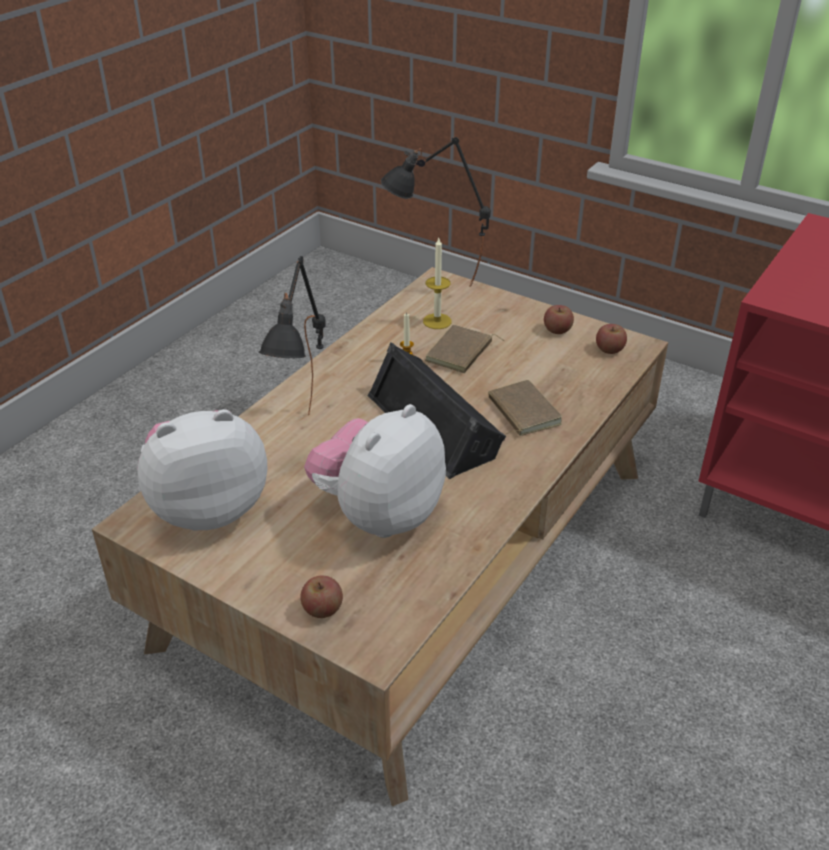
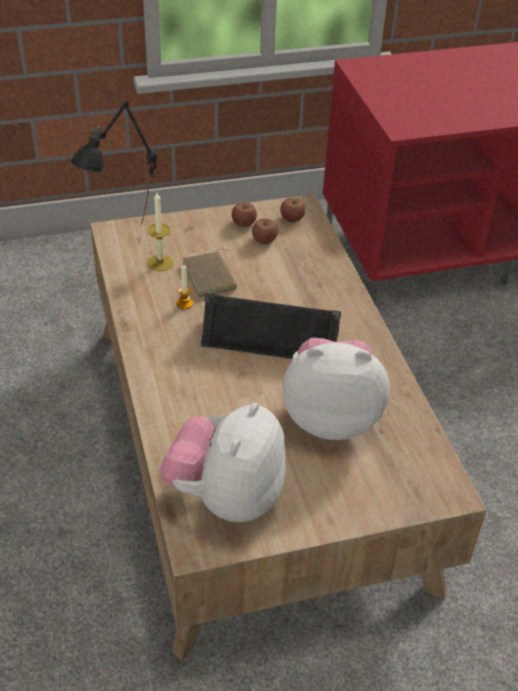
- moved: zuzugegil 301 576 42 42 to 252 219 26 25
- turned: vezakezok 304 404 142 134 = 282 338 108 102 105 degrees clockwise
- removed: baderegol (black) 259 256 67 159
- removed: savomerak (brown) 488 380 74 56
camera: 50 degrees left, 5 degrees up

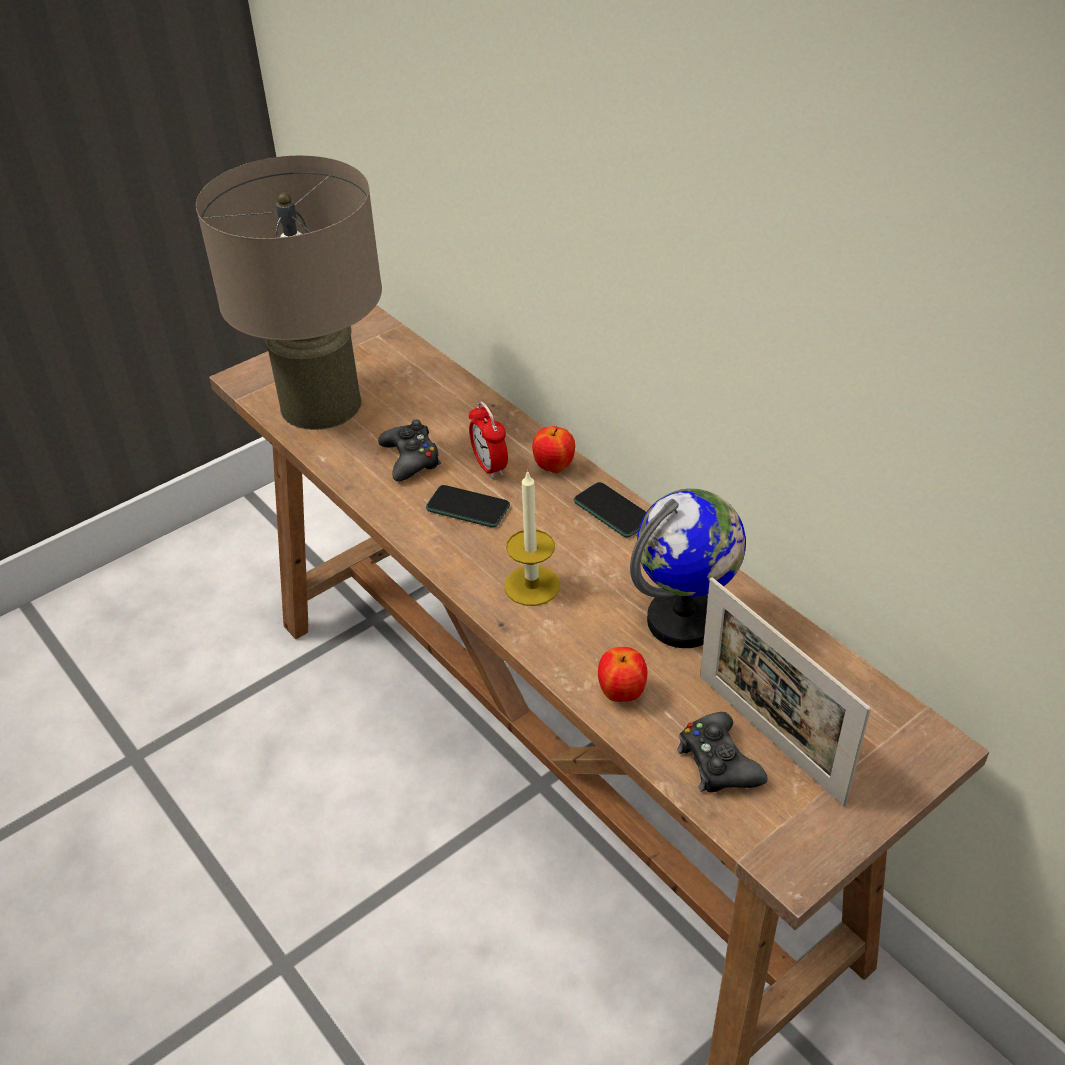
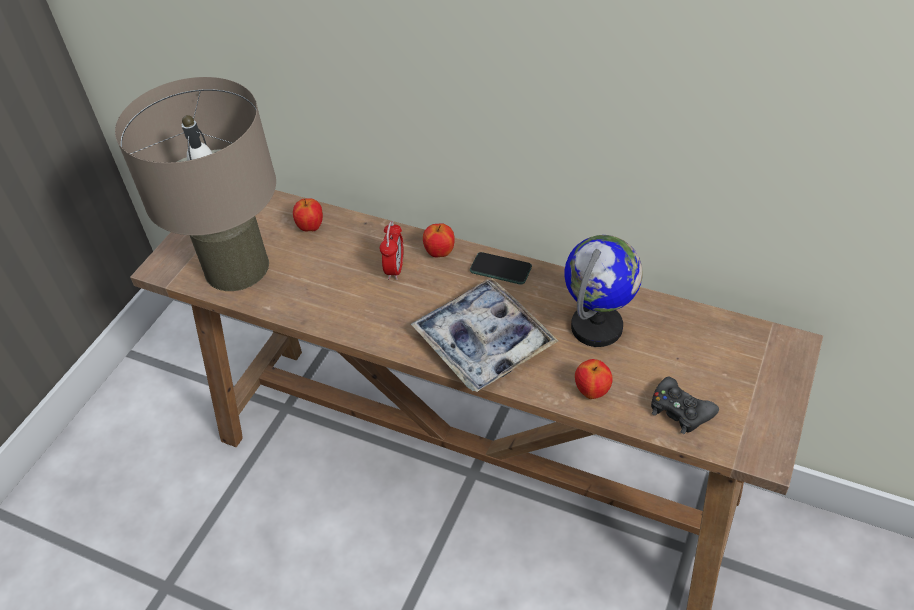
- added: zuzugegil 293 198 30 34
- turned: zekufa 469 401 39 78 = 380 221 23 59 120 degrees counterclockwise
- replaced: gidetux 504 470 56 136 to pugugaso 411 278 147 114
- removed: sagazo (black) 378 420 63 61
- removed: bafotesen 426 485 84 42
- removed: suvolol 700 577 171 229
camera: 25 degrees left, 5 degrees up

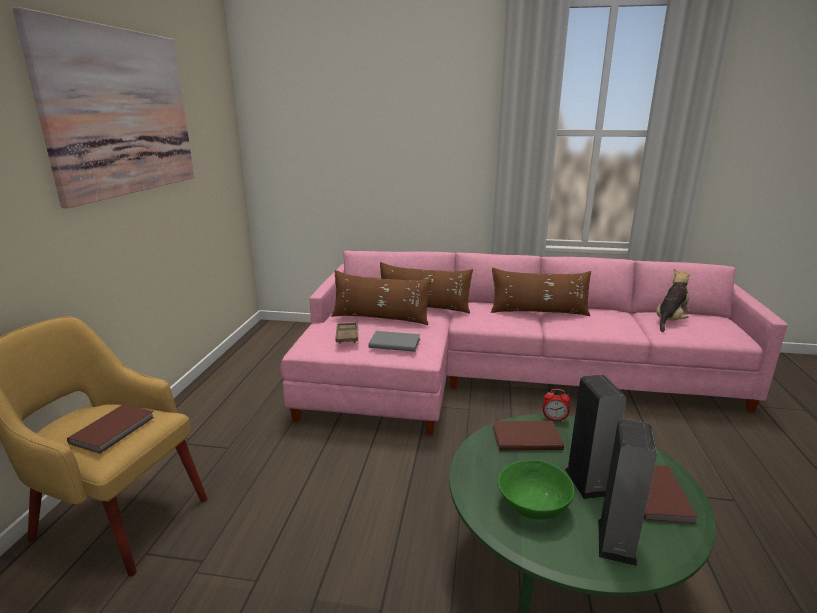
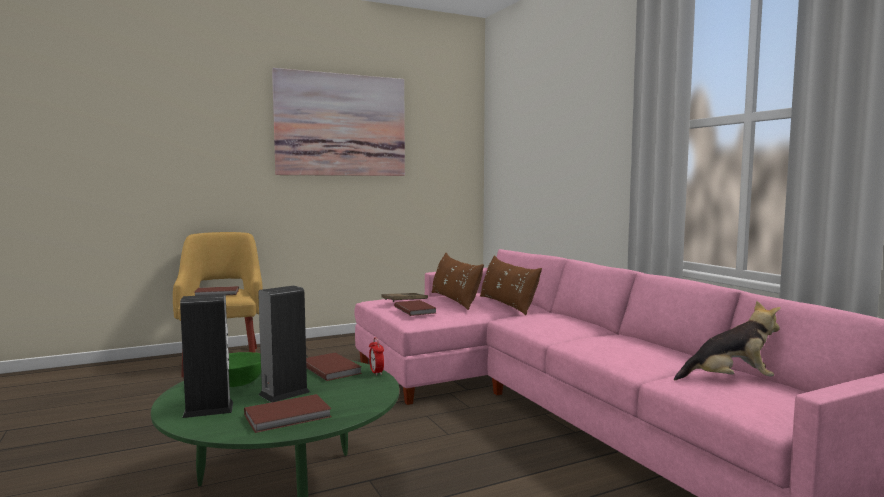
- recoloured: savomerak (grey) 368 331 52 21 to savomerak (brown) 394 300 42 16
- removed: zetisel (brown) 491 267 100 49
camera: 55 degrees right, 15 degrees down

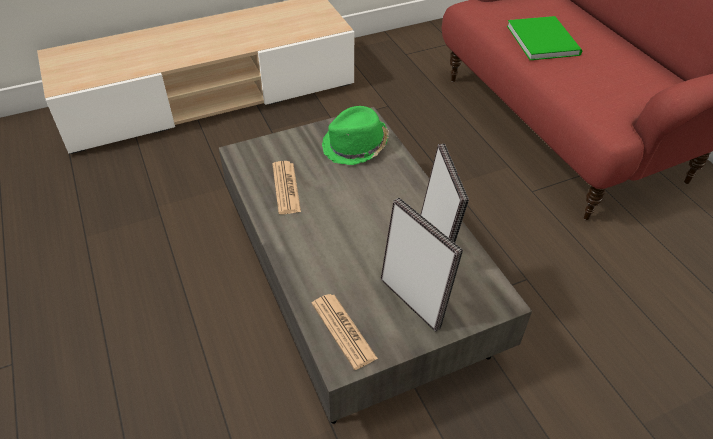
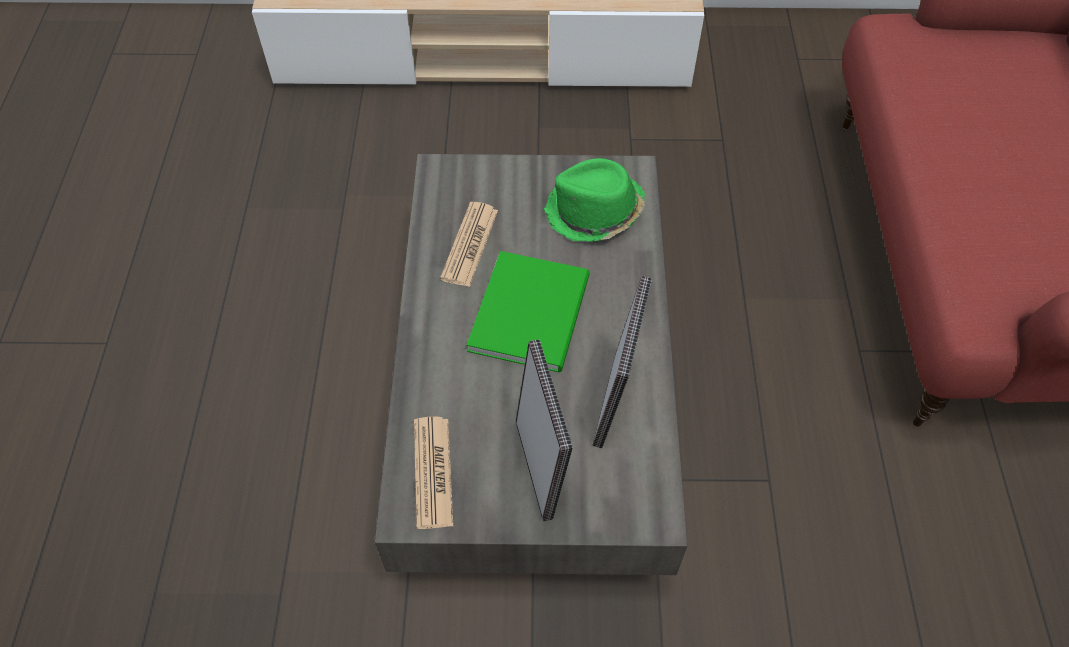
- moved: savomerak (green) 507 16 75 44 to 467 251 123 121
camera: 25 degrees right, 10 degrees up

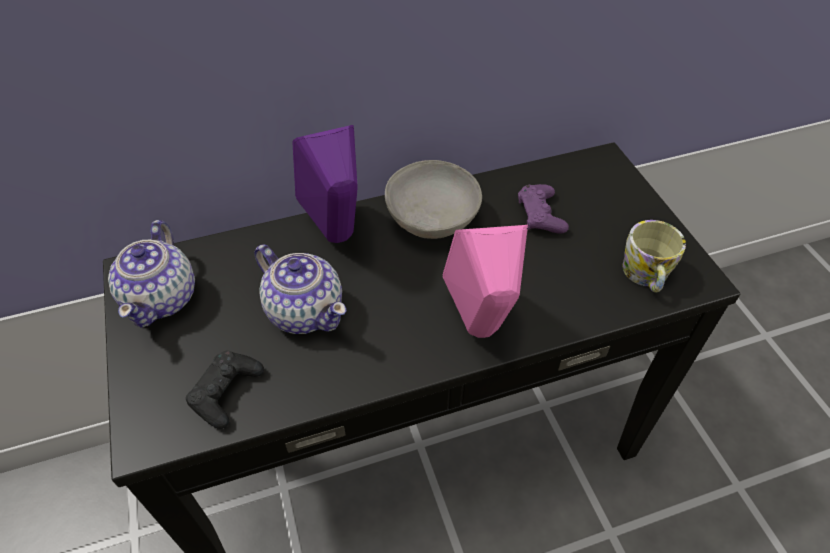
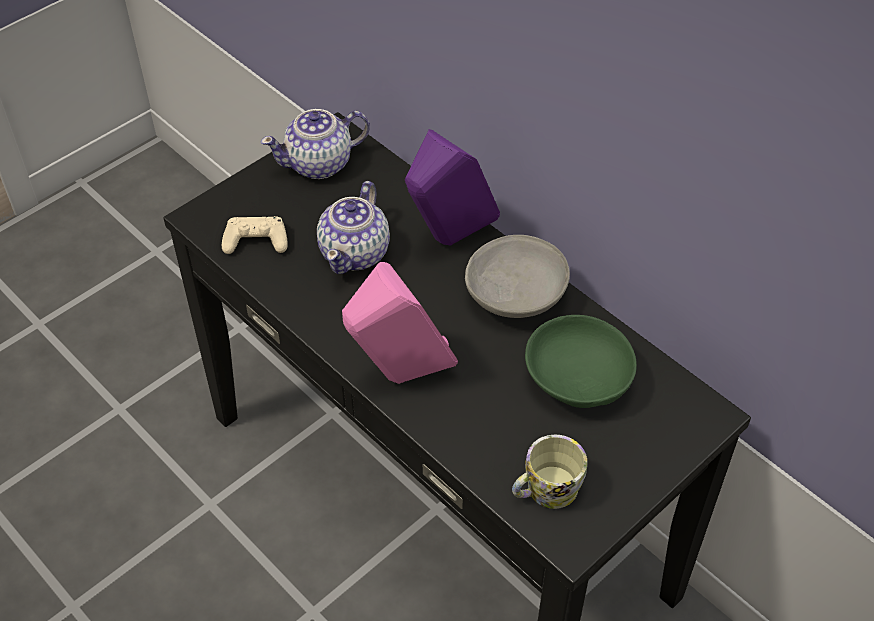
- recoloured: sagazo (black) 186 351 78 78 to sagazo (beige) 222 216 66 38
- replaced: sagazo (purple) 518 184 51 50 to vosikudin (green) 525 315 112 93
camera: 65 degrees right, 0 degrees up

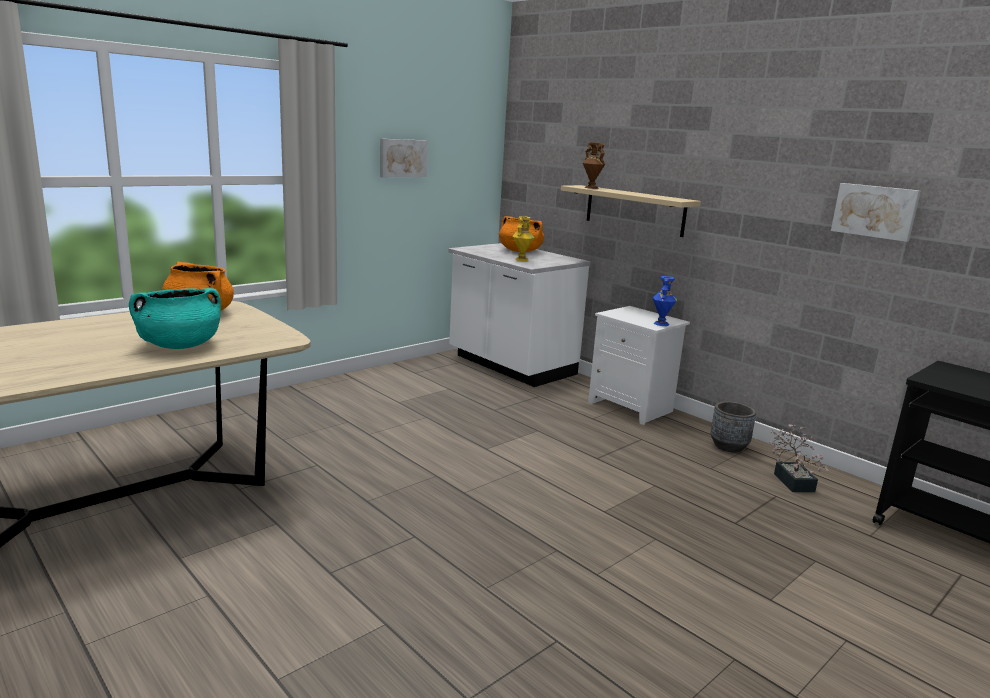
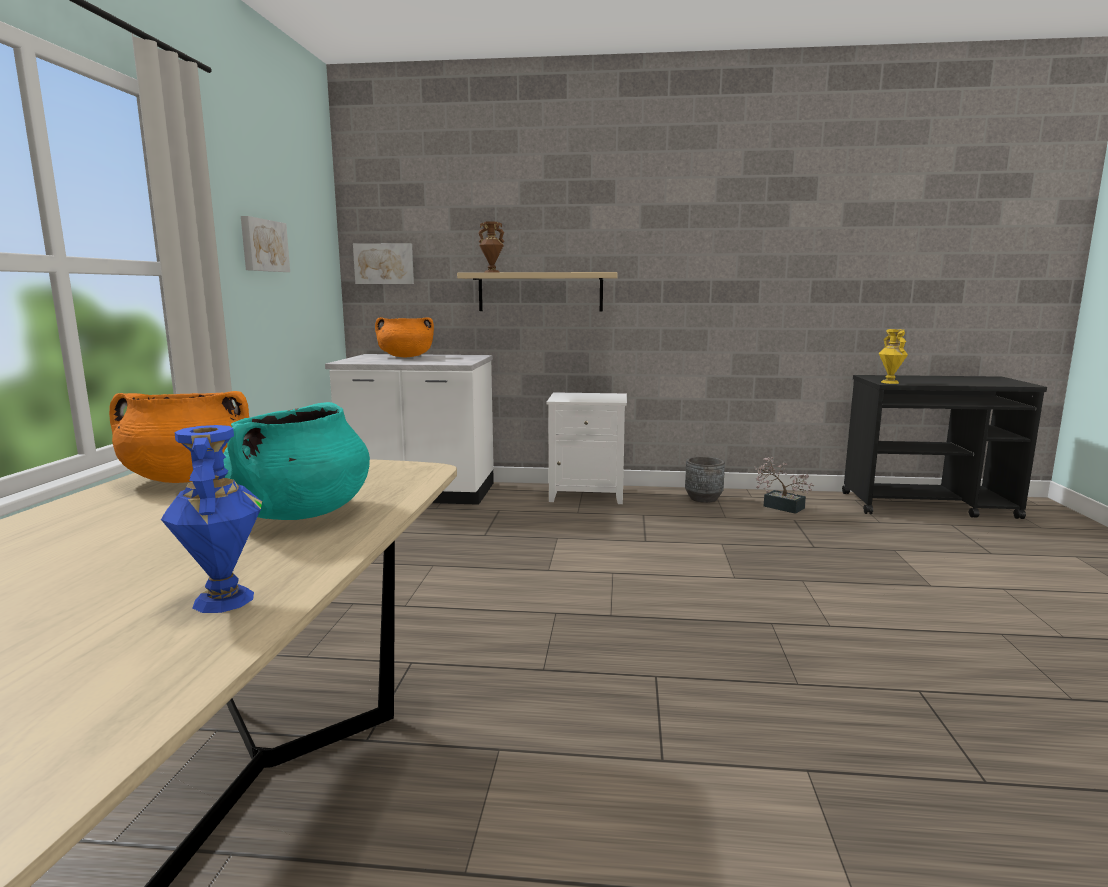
- moved: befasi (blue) 652 276 25 50 to 161 425 101 188
- moved: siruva 831 183 90 59 to 353 243 61 41
- moved: befasi (yellow) 513 216 21 45 to 879 329 29 55
camera: 40 degrees left, 5 degrees down

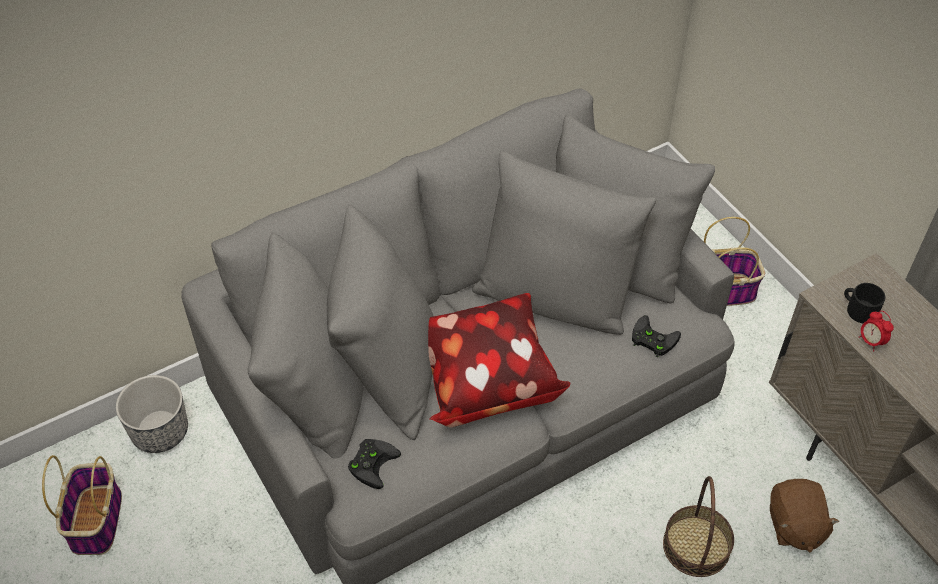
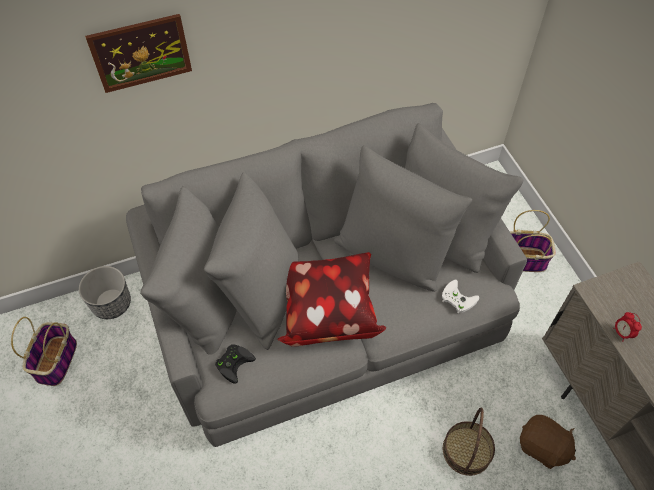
- added: siruva 85 14 107 79
- recoloured: sagazo (black) 632 315 49 42 to sagazo (white) 442 280 37 34
- turned: vezakezok (brown) 770 479 70 73 = 520 415 56 54 60 degrees counterclockwise
- removed: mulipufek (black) 844 283 42 40
camera: 10 degrees right, 5 degrees up

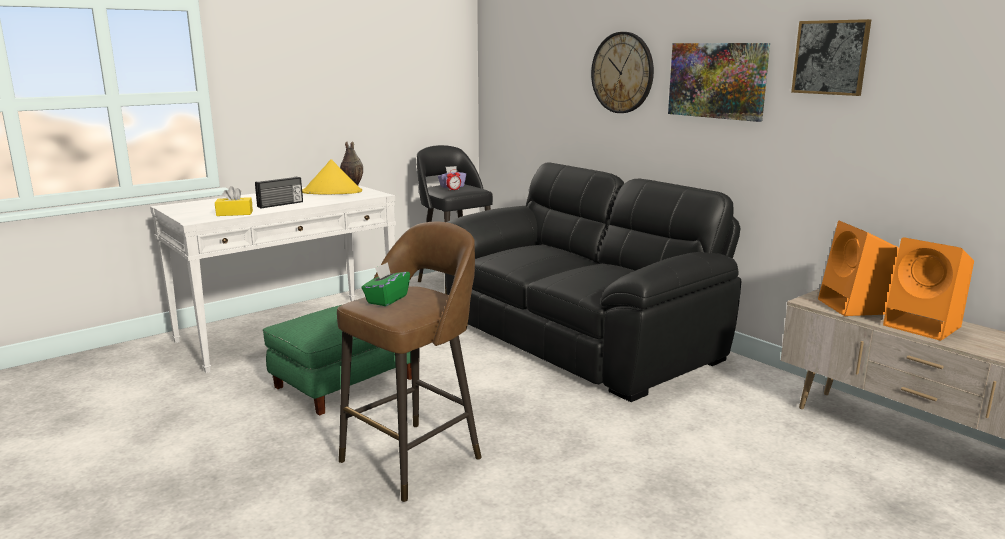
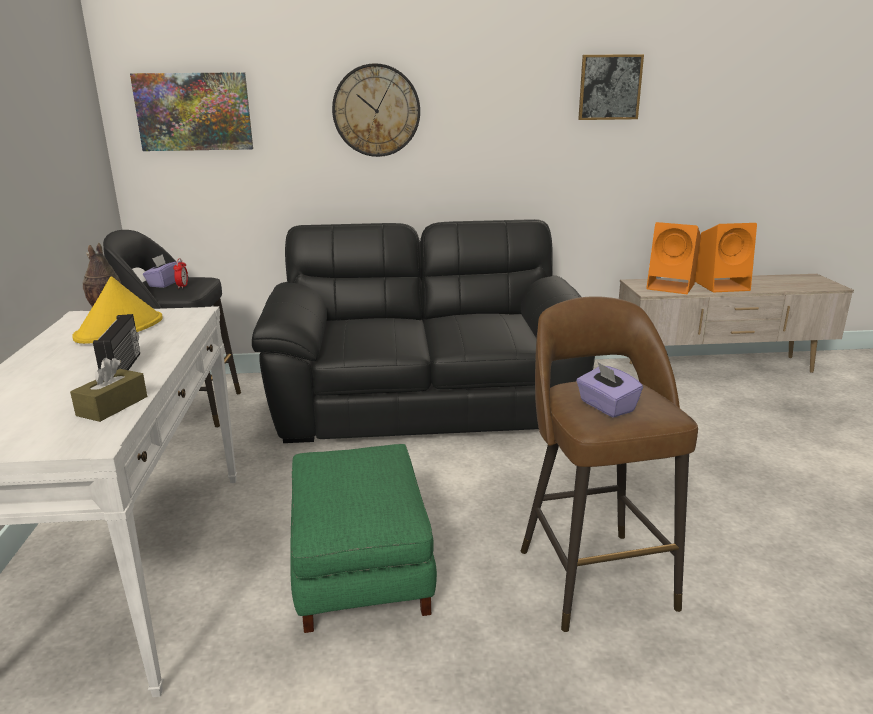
- recoloured: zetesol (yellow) 215 186 38 30 to zetesol (brown) 70 358 77 64
- moved: siruva 668 43 102 79 to 130 72 123 79
- recoloured: zetesol (green) 362 262 48 44 to zetesol (purple) 576 362 67 56
camera: 55 degrees left, 5 degrees up

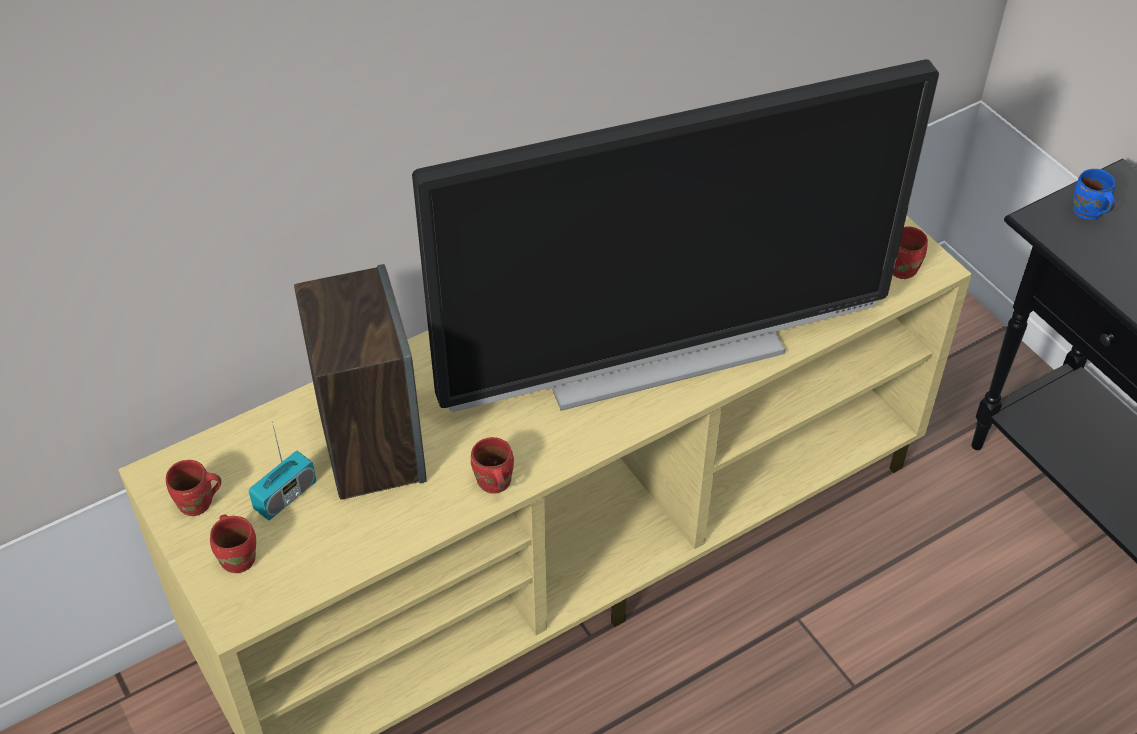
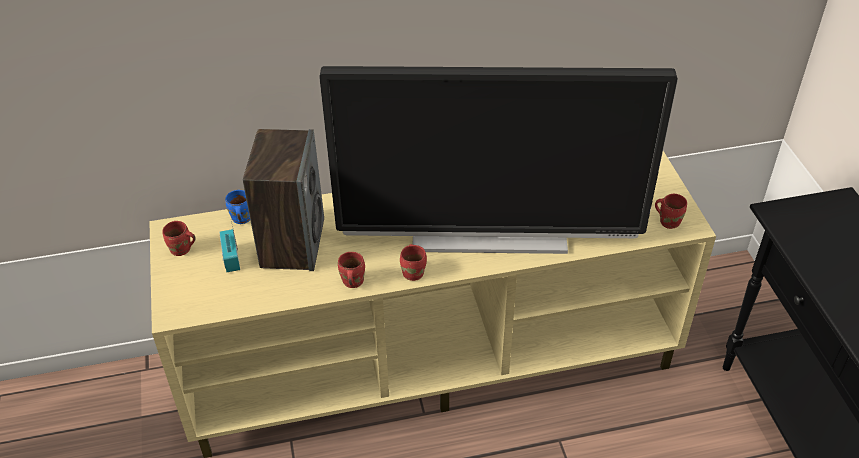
- turned: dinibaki 249 422 67 98 = 220 221 20 51 105 degrees clockwise
- moved: mulipufek (blue) 1073 169 42 51 to 225 190 25 34
- moved: mulipufek (red) 210 514 46 59 to 400 244 27 37
camera: 20 degrees right, 5 degrees down

